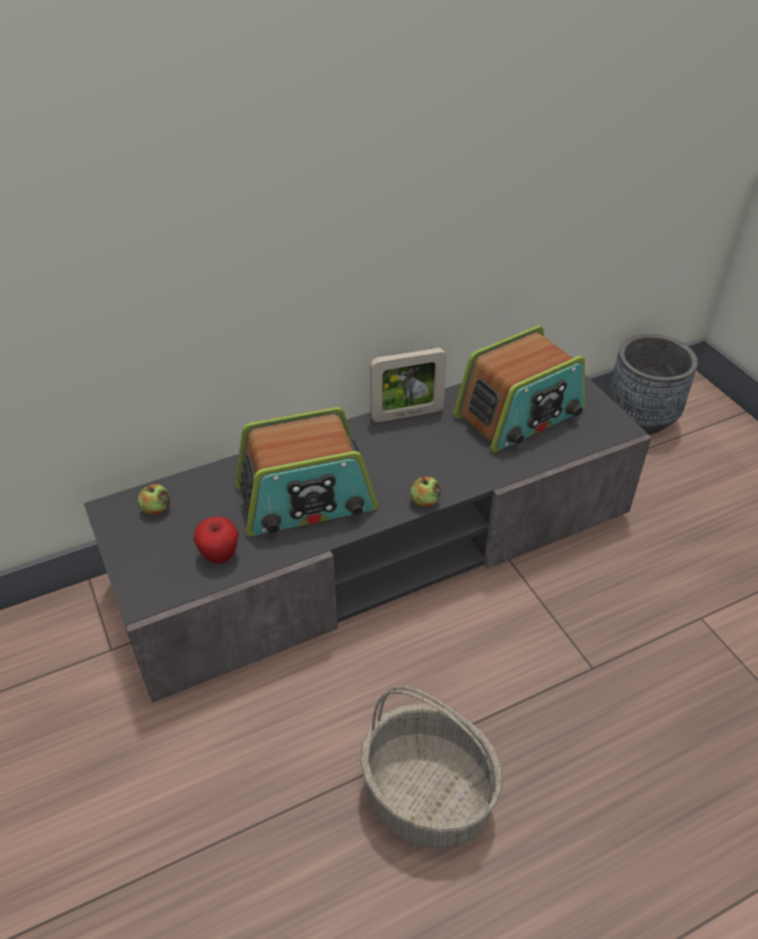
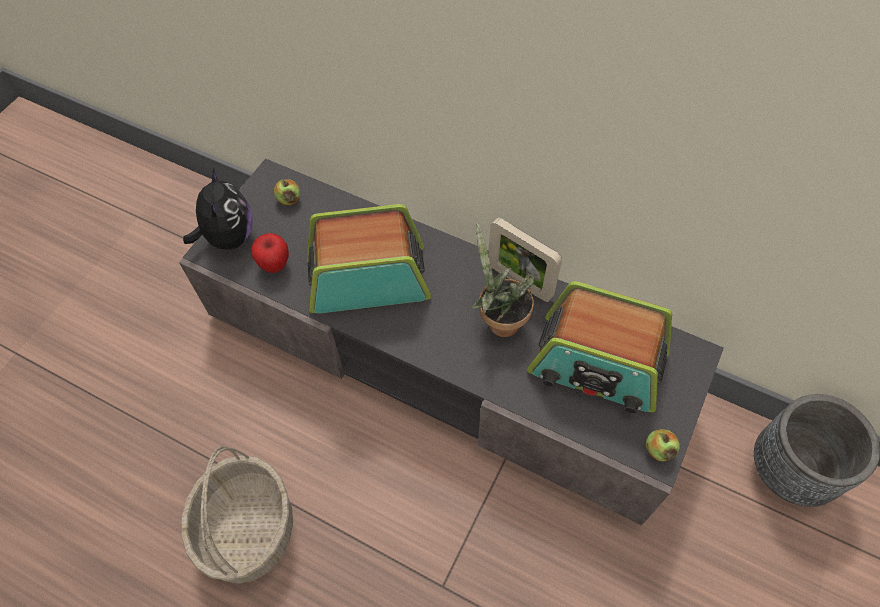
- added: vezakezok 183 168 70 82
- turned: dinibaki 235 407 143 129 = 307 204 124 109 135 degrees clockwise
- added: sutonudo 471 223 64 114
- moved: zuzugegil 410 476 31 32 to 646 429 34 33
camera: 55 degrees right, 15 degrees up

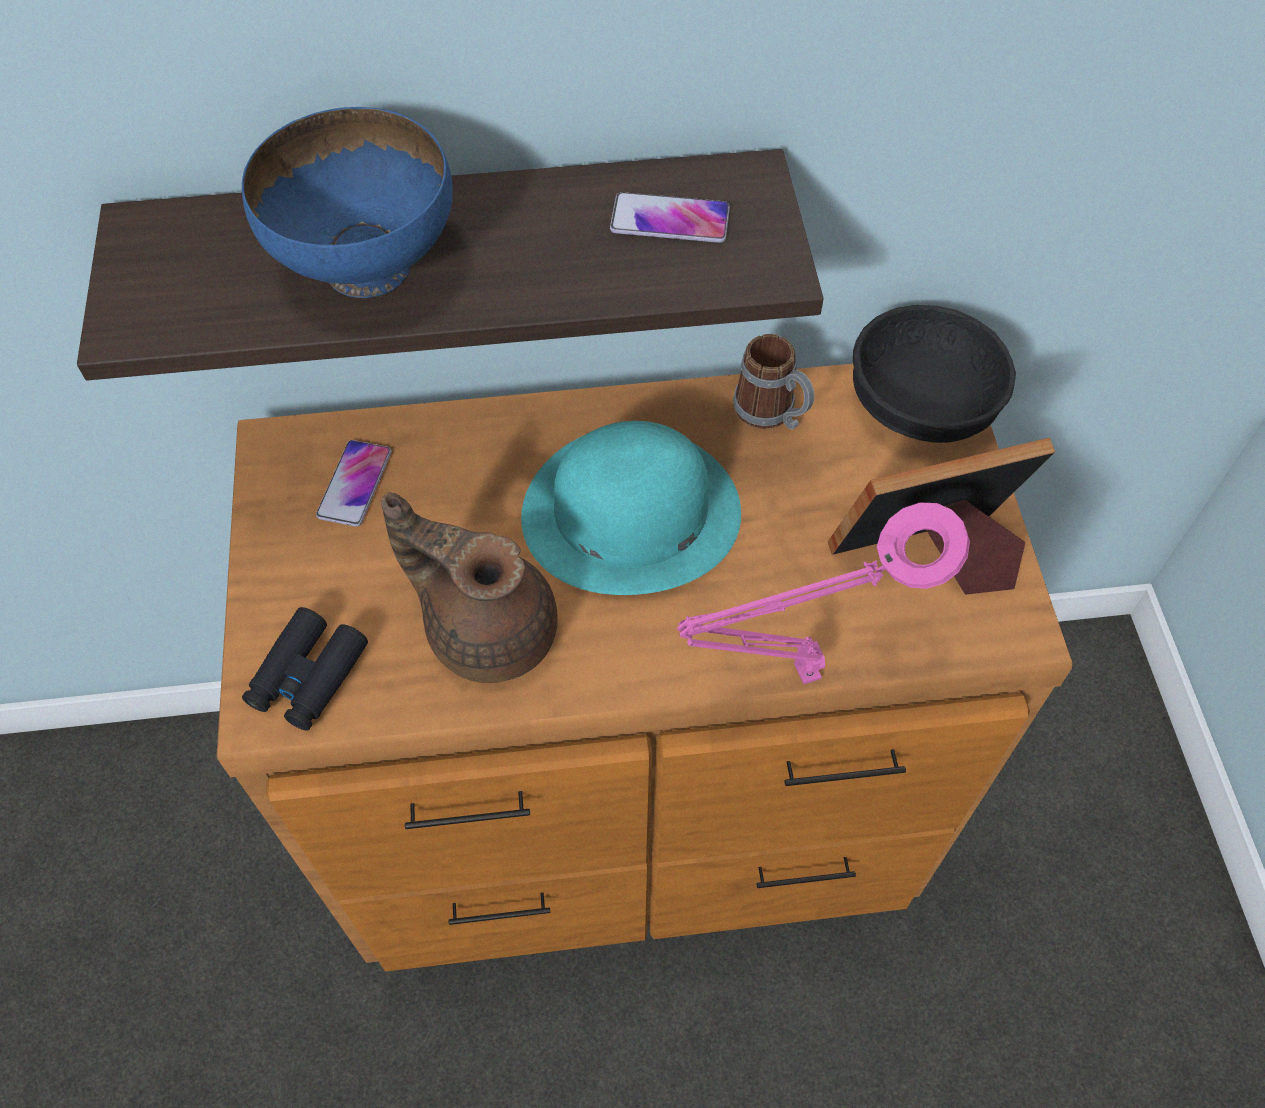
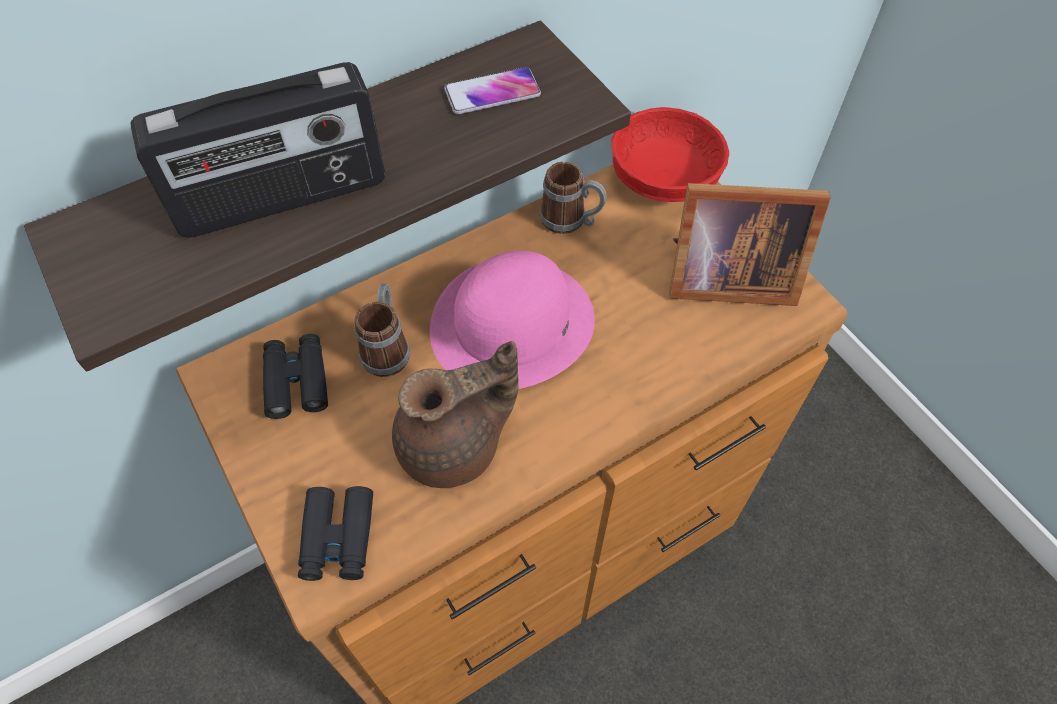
- replaced: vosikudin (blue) 242 107 211 191 to dinibaki 130 62 255 176
- replaced: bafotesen 316 440 75 87 to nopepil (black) 263 334 65 85
- added: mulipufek 354 284 56 93
- turned: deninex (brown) 381 492 177 191 = 392 341 127 147 150 degrees clockwise
- recoloured: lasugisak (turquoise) 521 421 220 174 to lasugisak (pink) 430 251 165 138
- recoloured: vosikudin (black) 853 305 163 138 to vosikudin (red) 612 107 117 95
- turned: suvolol 828 438 227 157 = 669 183 162 123 135 degrees counterclockwise
- removed: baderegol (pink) 677 503 293 181
camera: 25 degrees left, 0 degrees up

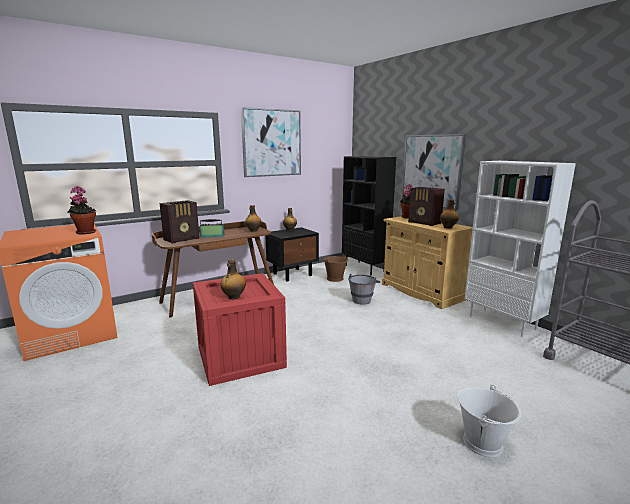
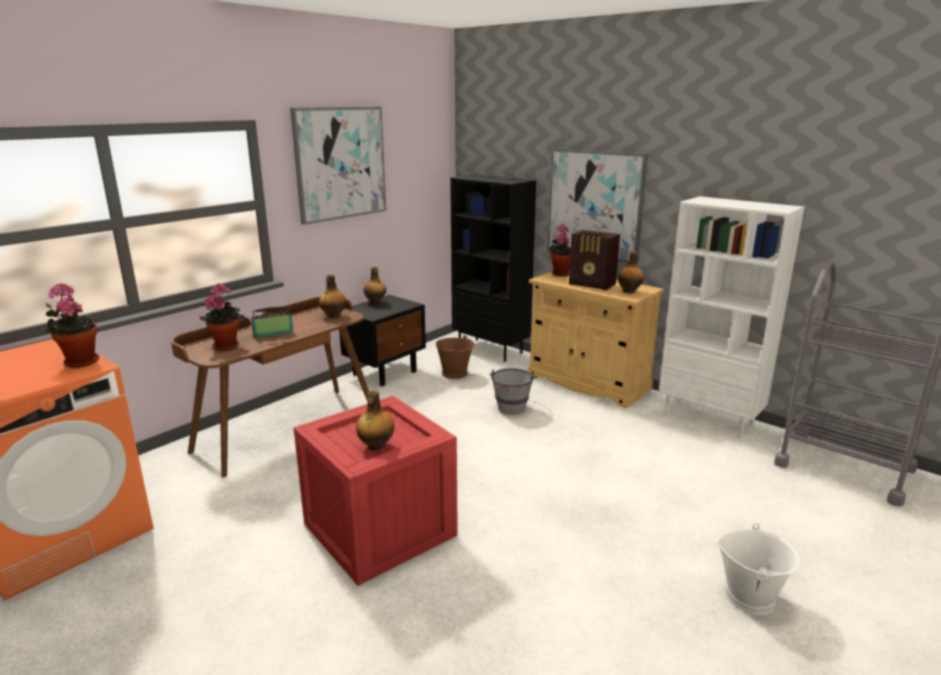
- replaced: dinibaki 159 200 41 44 to sutonudo 200 283 44 67
camera: 15 degrees left, 5 degrees up

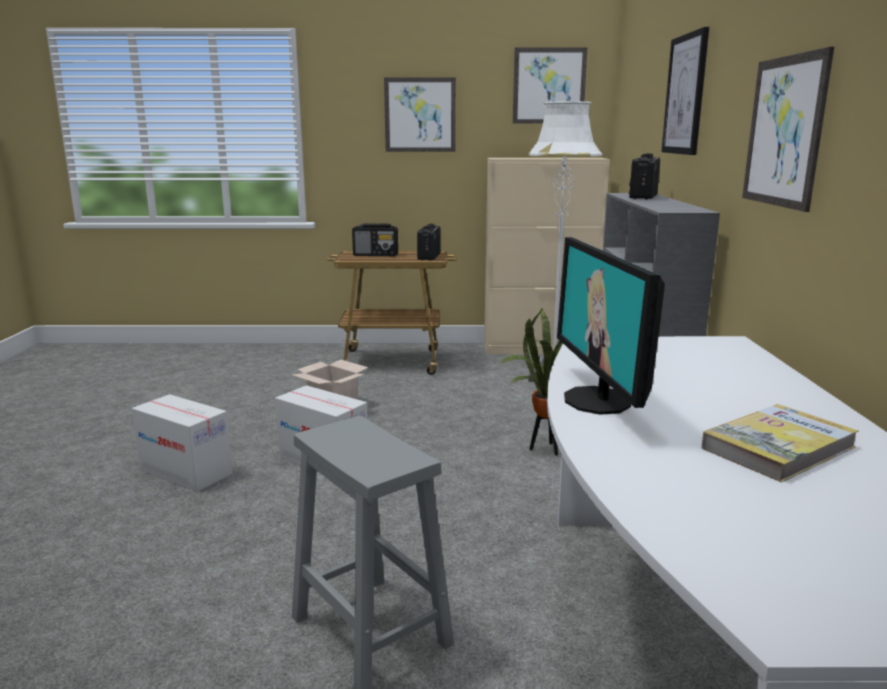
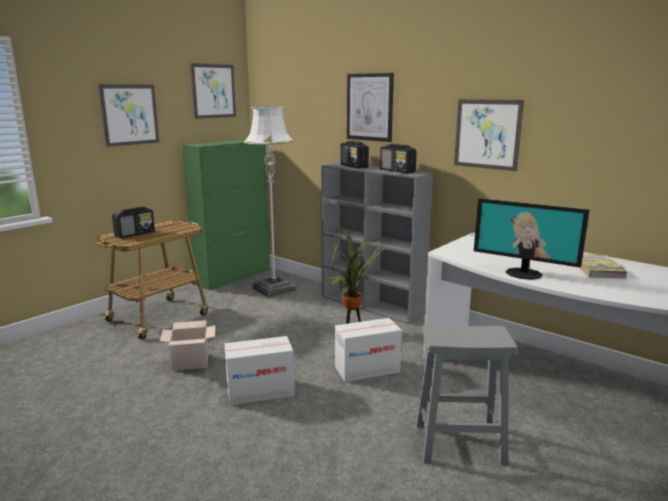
- recoloured: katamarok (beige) 484 158 126 196 to katamarok (green) 182 139 88 151
- moved: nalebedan 132 394 101 98 to 335 318 67 64
- moved: dinibaki 417 223 24 37 to 380 144 37 30
camera: 50 degrees left, 0 degrees up

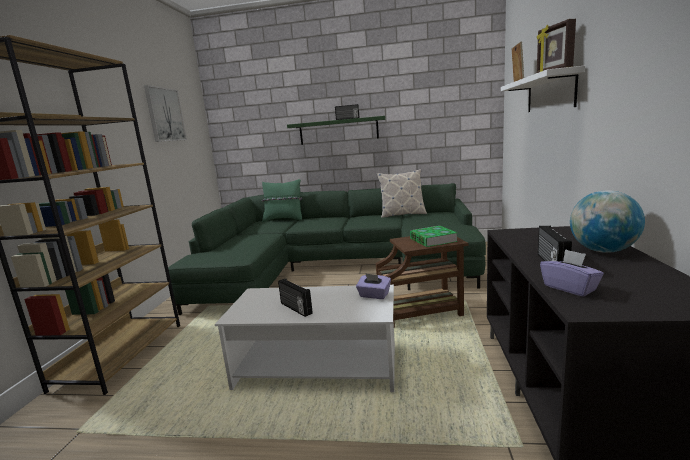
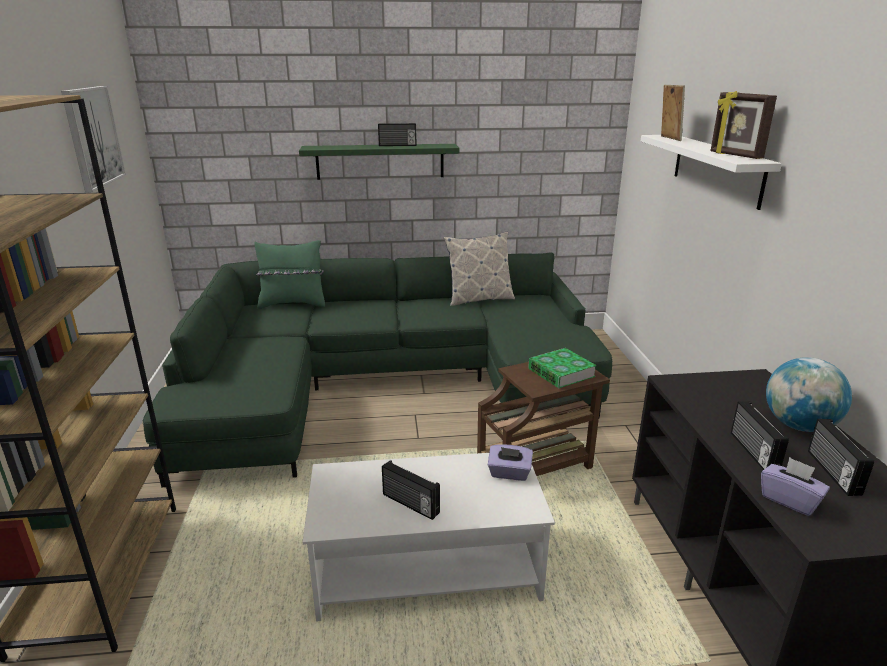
- added: dinibaki 808 419 66 77
camera: 15 degrees left, 10 degrees up

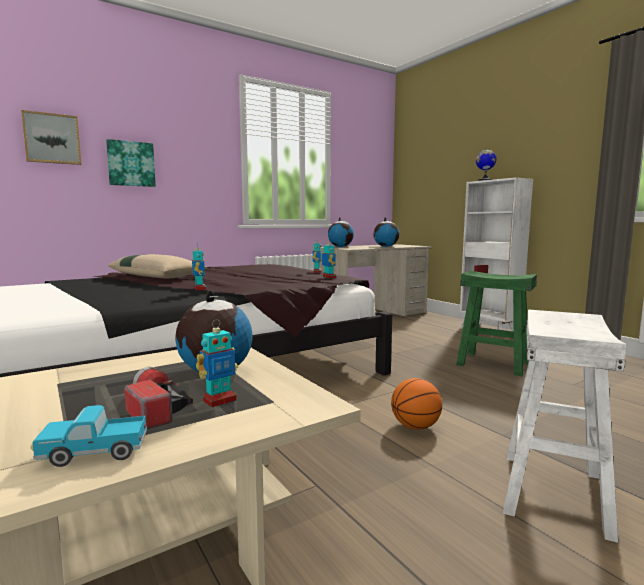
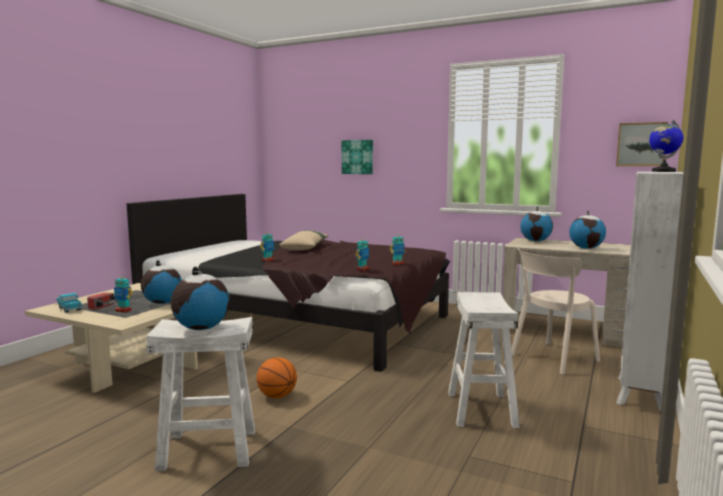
- added: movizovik 171 267 59 63
- recoloured: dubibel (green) 456 270 81 106 to dubibel (white) 448 292 72 136
- added: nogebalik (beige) 512 248 88 127
- moved: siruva 21 110 60 55 to 616 122 52 44
camera: 60 degrees right, 0 degrees up

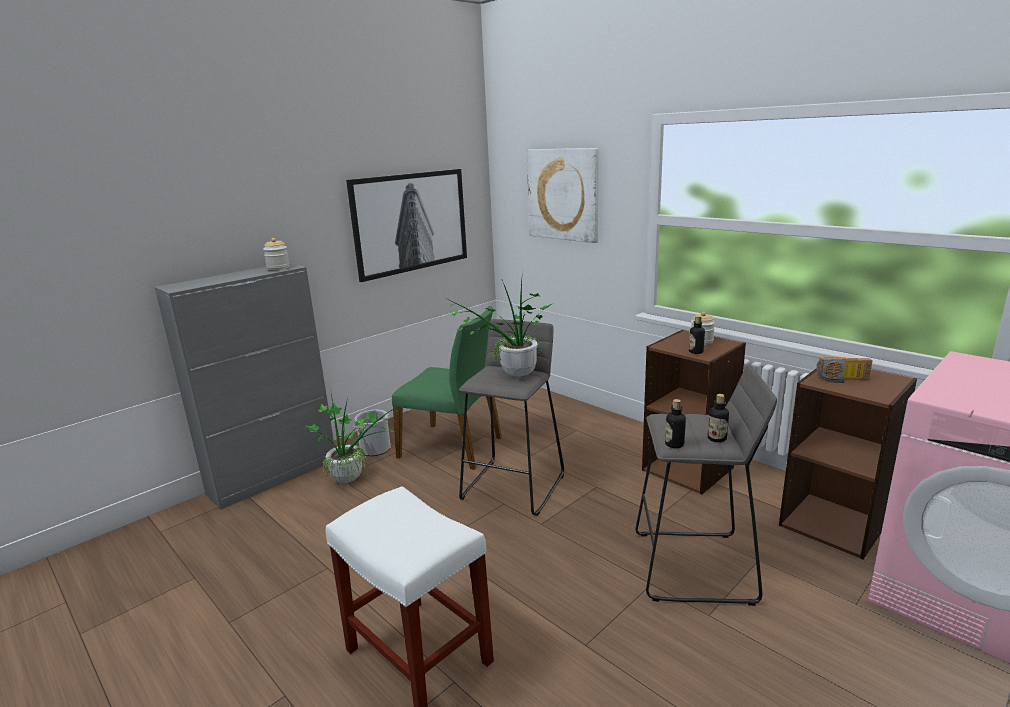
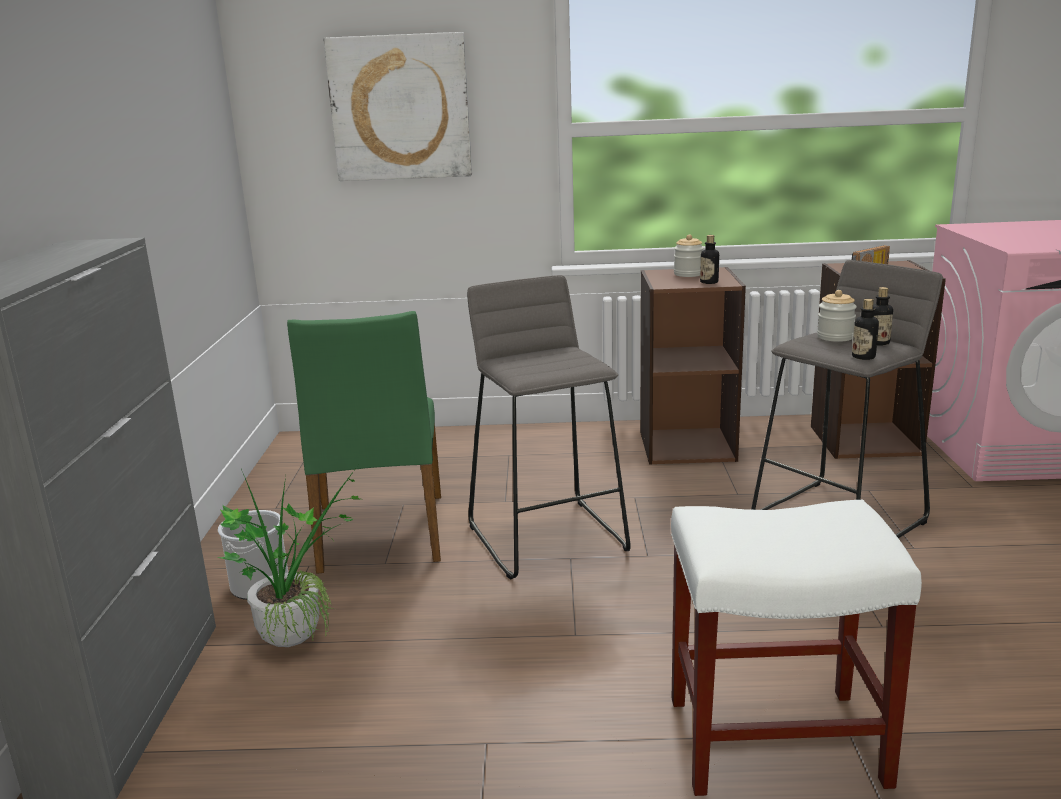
- turned: nogebalik (green) 392 306 110 164 = 287 311 154 263 105 degrees clockwise
- moved: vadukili 263 238 27 32 to 817 290 40 52
- removed: siruva 346 169 121 113
- removed: sutonudo 450 279 102 98
camera: 45 degrees left, 0 degrees up

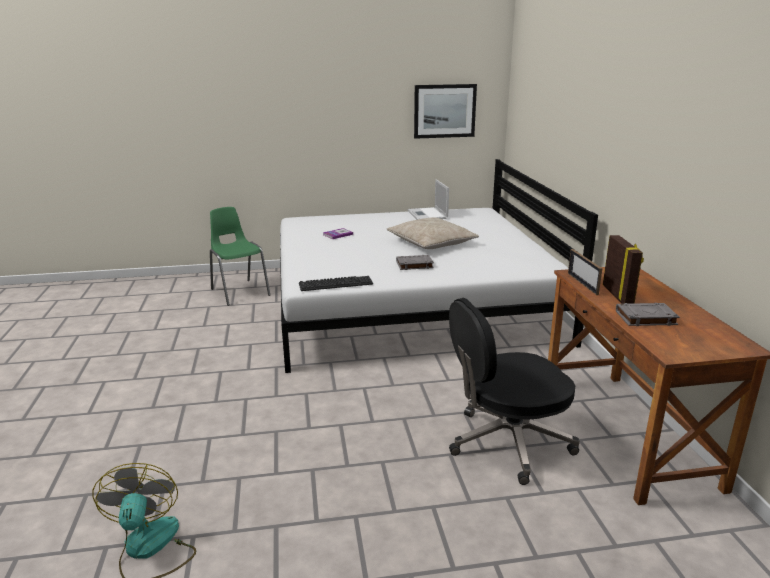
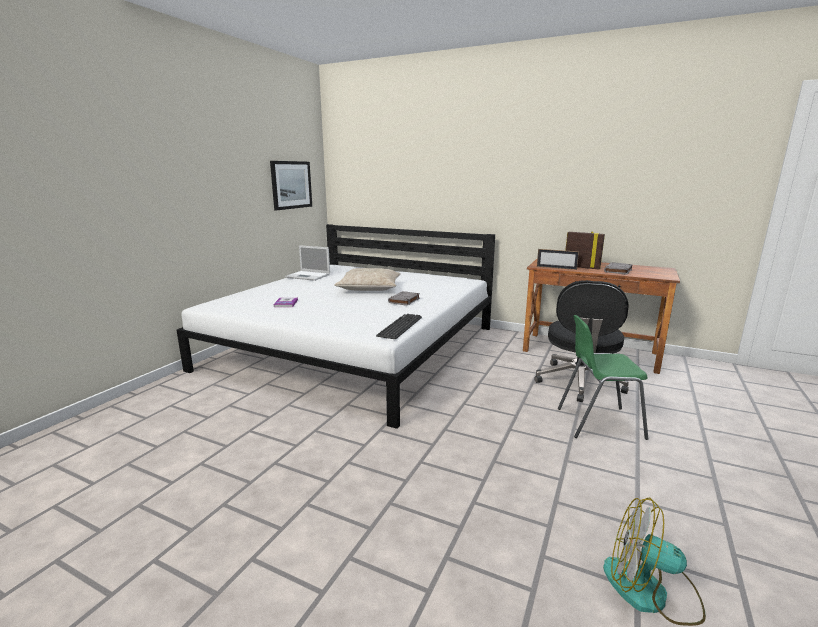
- moved: nogebalik (green) 210 207 60 99 to 558 315 90 125
camera: 55 degrees left, 5 degrees down

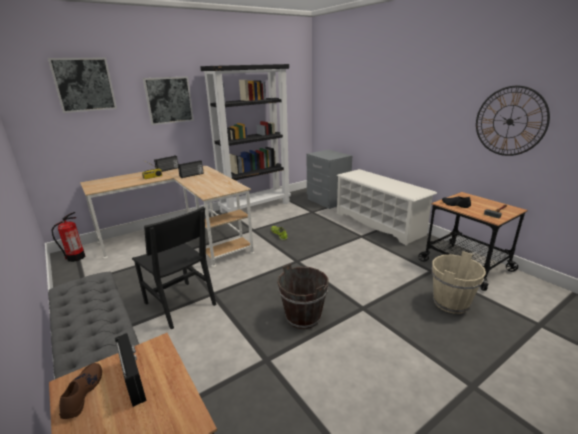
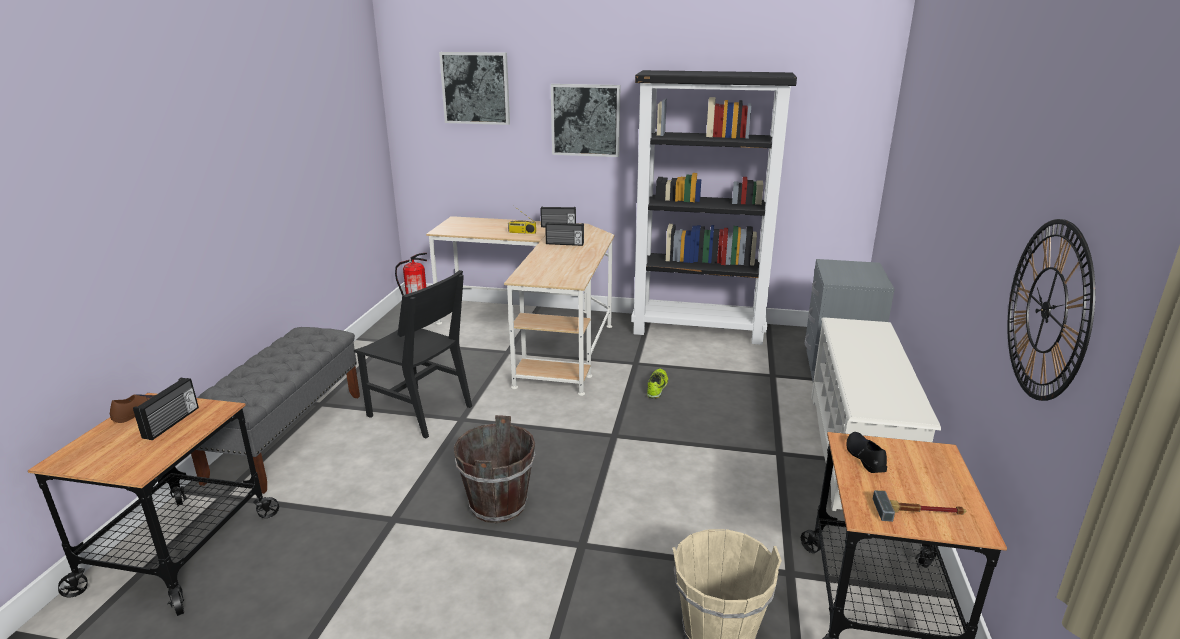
- turned: nogebalik (black) 132 207 84 123 = 354 270 118 168 60 degrees counterclockwise
camera: 45 degrees right, 0 degrees up

